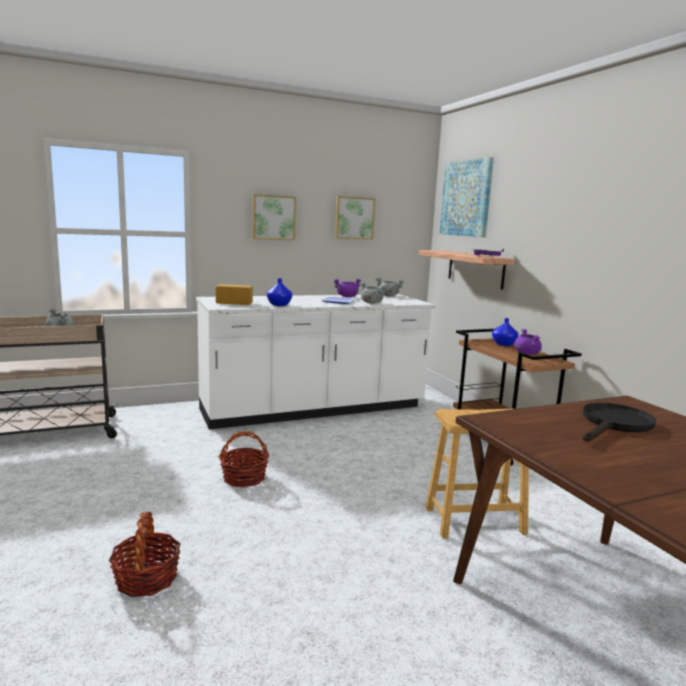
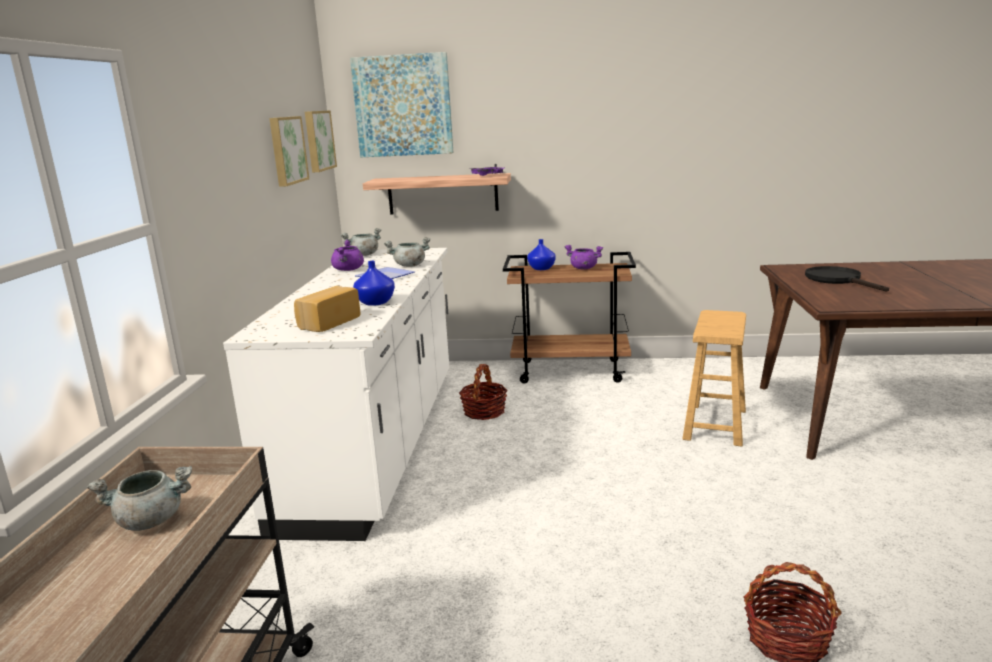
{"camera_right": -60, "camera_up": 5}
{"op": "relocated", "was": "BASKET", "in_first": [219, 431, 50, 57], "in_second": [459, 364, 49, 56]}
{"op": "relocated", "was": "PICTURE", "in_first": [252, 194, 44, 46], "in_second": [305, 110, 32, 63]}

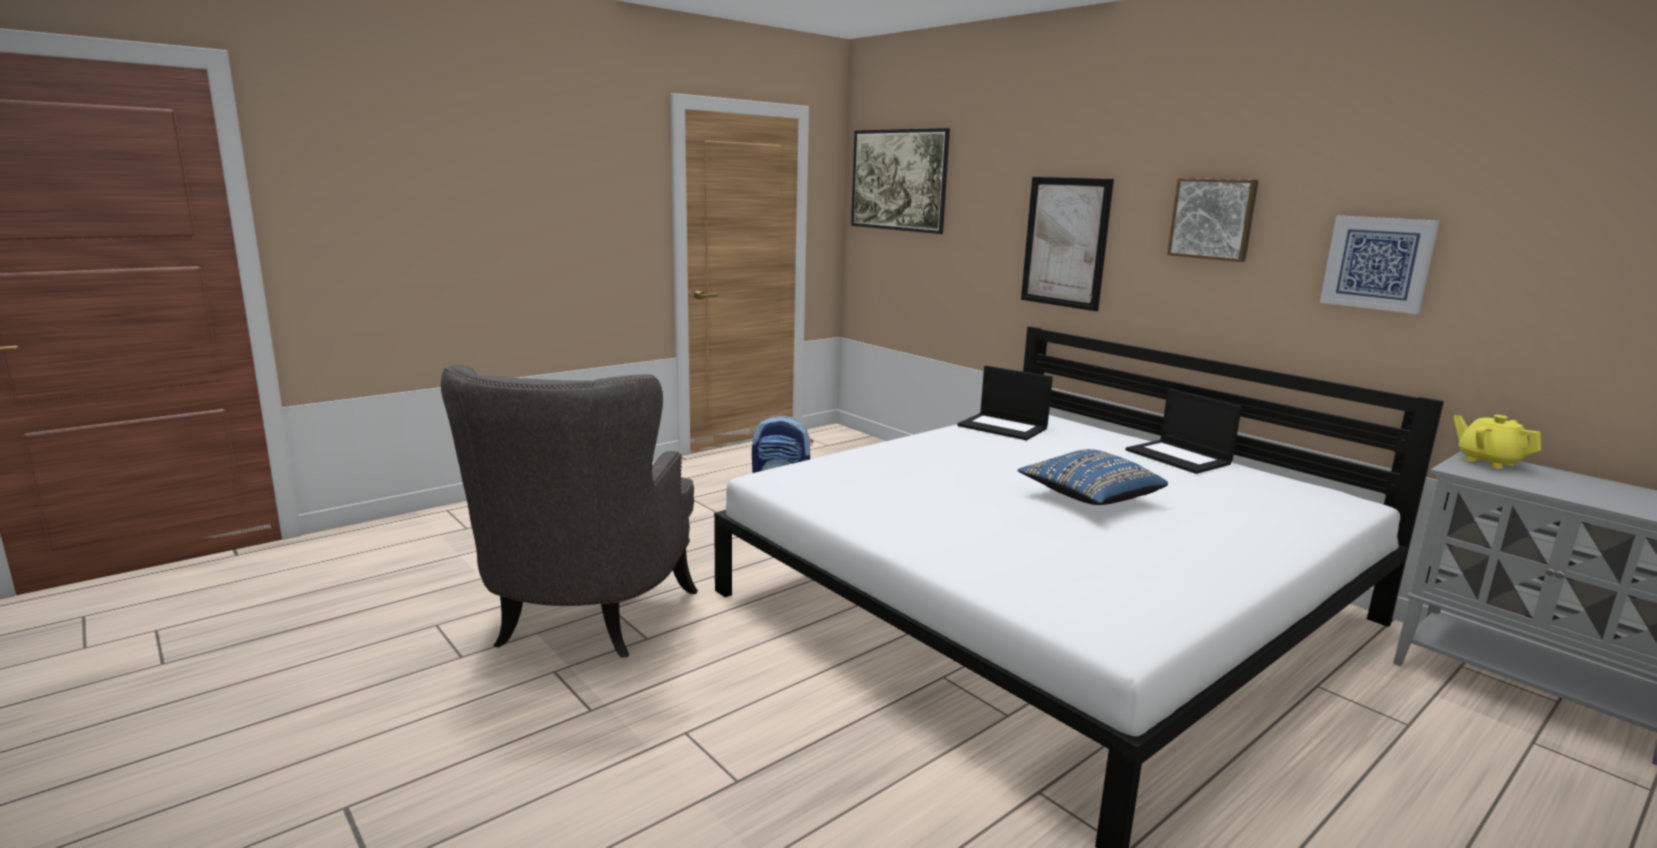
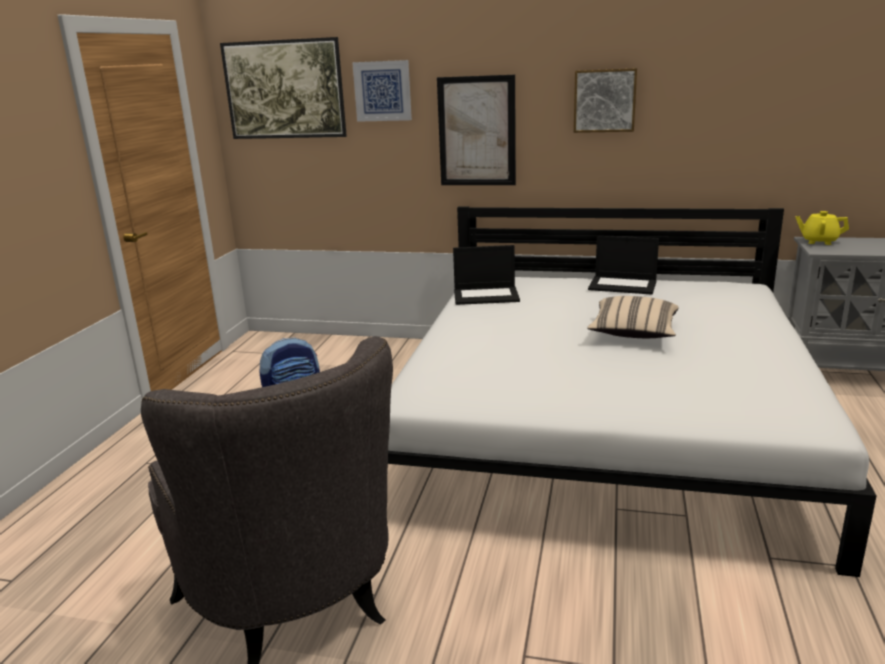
{"camera_right": -35, "camera_up": 5}
{"op": "colour", "was": "BLUE PILLOW", "now": "BEIGE PILLOW", "in_first": [1018, 449, 150, 56], "in_second": [587, 296, 92, 42]}
{"op": "relocated", "was": "PICTURE", "in_first": [1320, 216, 120, 98], "in_second": [352, 60, 60, 62]}

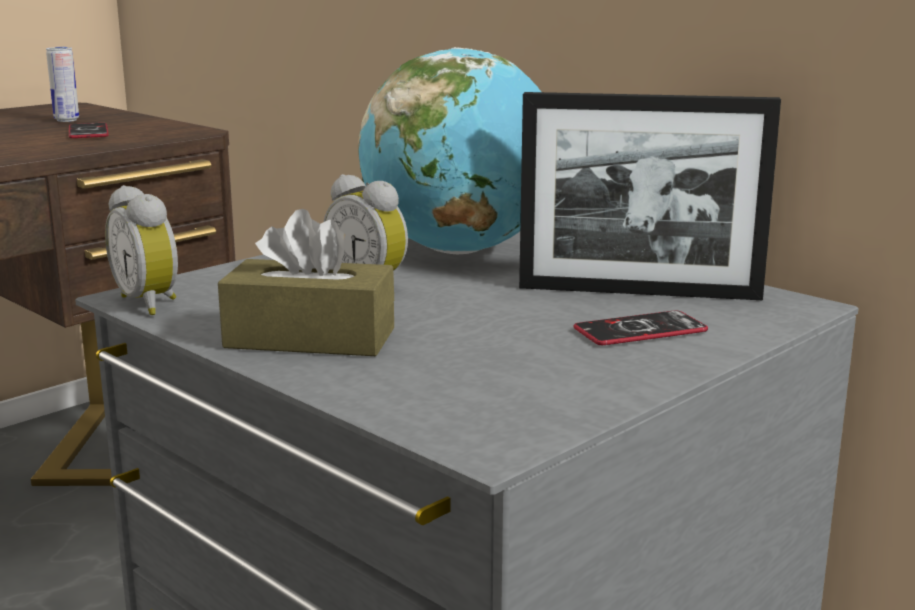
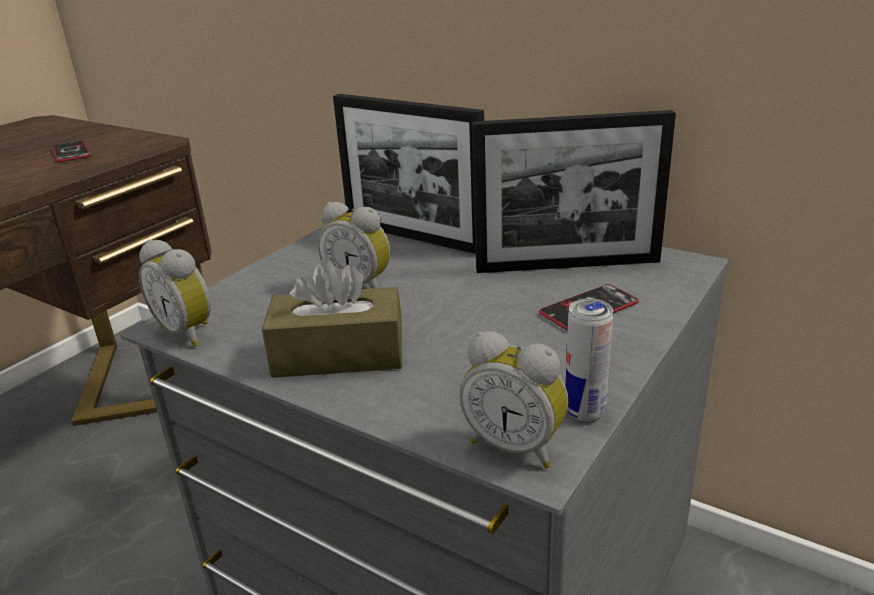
{"camera_right": -10, "camera_up": 10}
{"op": "relocated", "was": "METAL CAN", "in_first": [46, 47, 33, 75], "in_second": [565, 299, 48, 122]}
{"op": "exchanged", "was": "WORLD GLOBE", "now": "PICTURE FRAME", "in_first": [358, 47, 183, 207], "in_second": [333, 94, 151, 160]}
{"op": "appeared", "now": "BEDSIDE CLOCK", "in_second": [459, 331, 109, 137]}

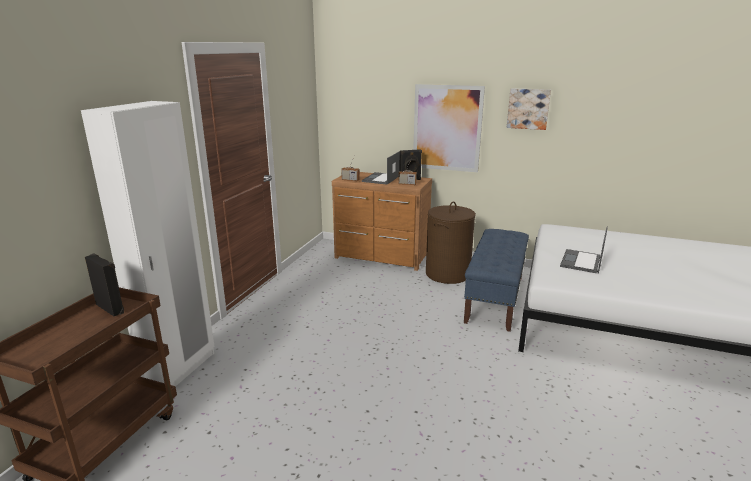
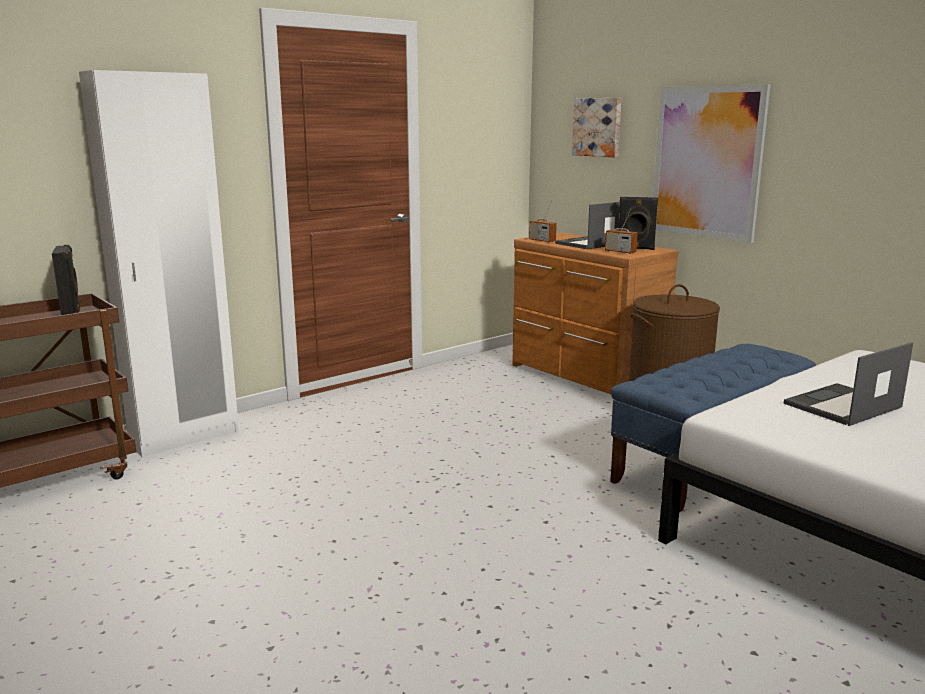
{"camera_right": 30, "camera_up": -5}
{"op": "relocated", "was": "PICTURE", "in_first": [507, 88, 44, 42], "in_second": [572, 98, 49, 59]}

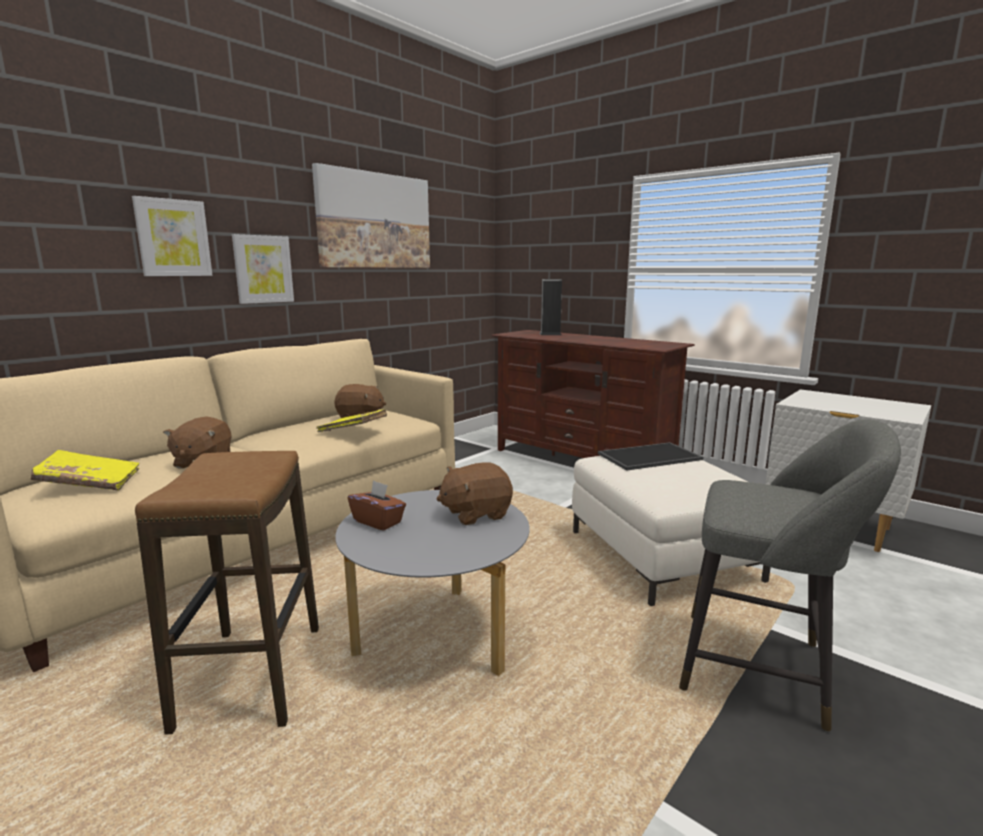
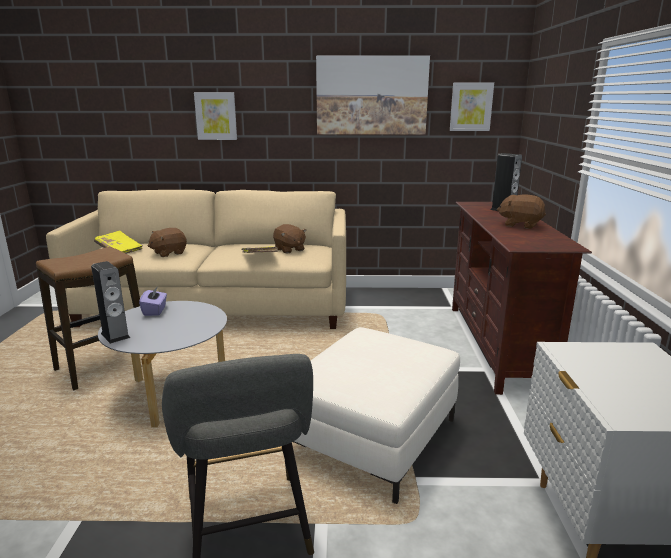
{"camera_right": 50, "camera_up": 5}
{"op": "relocated", "was": "PICTURE", "in_first": [232, 234, 62, 70], "in_second": [450, 83, 44, 48]}
{"op": "colour", "was": "BROWN TISSUE HOLDER", "now": "PURPLISH TISSUE HOLDER", "in_first": [348, 480, 58, 51], "in_second": [139, 286, 28, 30]}
{"op": "relocated", "was": "BROWN PLUSH TOY", "in_first": [437, 463, 76, 62], "in_second": [497, 194, 49, 35]}
{"op": "missing", "was": "CARRYING TRAY", "in_first": [598, 442, 105, 29]}
{"op": "appeared", "now": "SPEAKER", "in_second": [91, 261, 39, 83]}

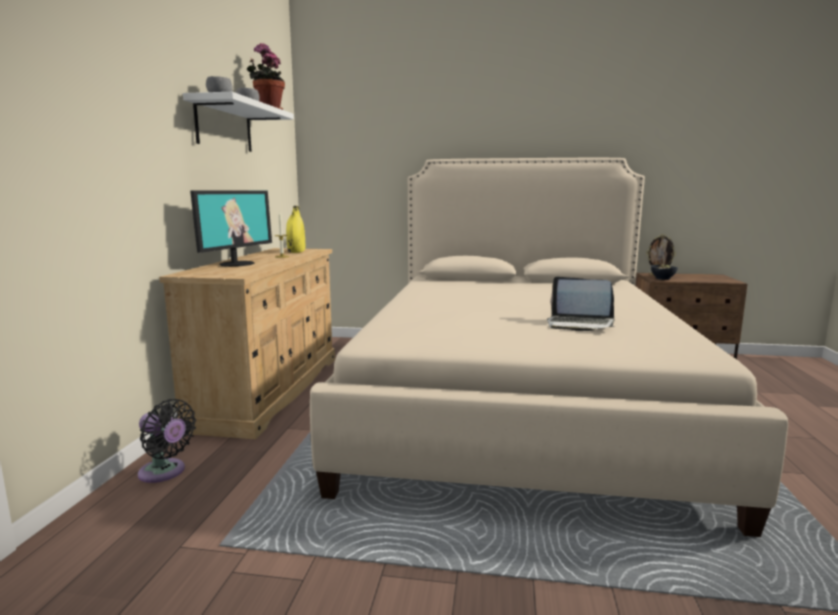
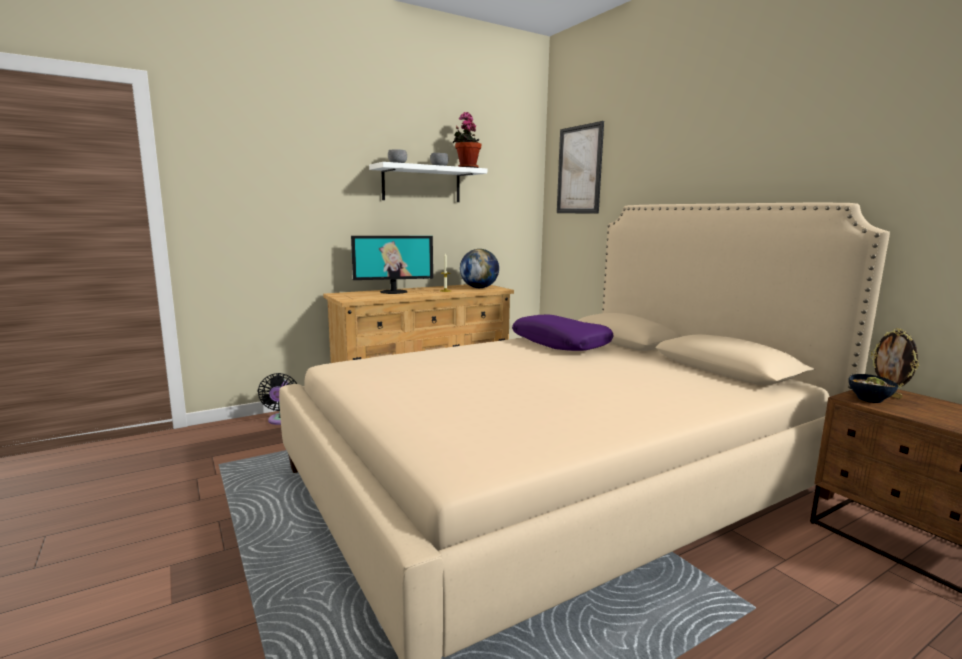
{"camera_right": 50, "camera_up": 0}
{"op": "exchanged", "was": "YELLOW-COLOURED FLOWER VASE", "now": "WORLD GLOBE", "in_first": [286, 206, 19, 47], "in_second": [460, 249, 39, 39]}
{"op": "missing", "was": "PORTABLE COMPUTER", "in_first": [547, 277, 68, 54]}
{"op": "appeared", "now": "PURPLISH PILLOW", "in_second": [512, 315, 102, 36]}
{"op": "appeared", "now": "PICTURE", "in_second": [557, 121, 47, 93]}

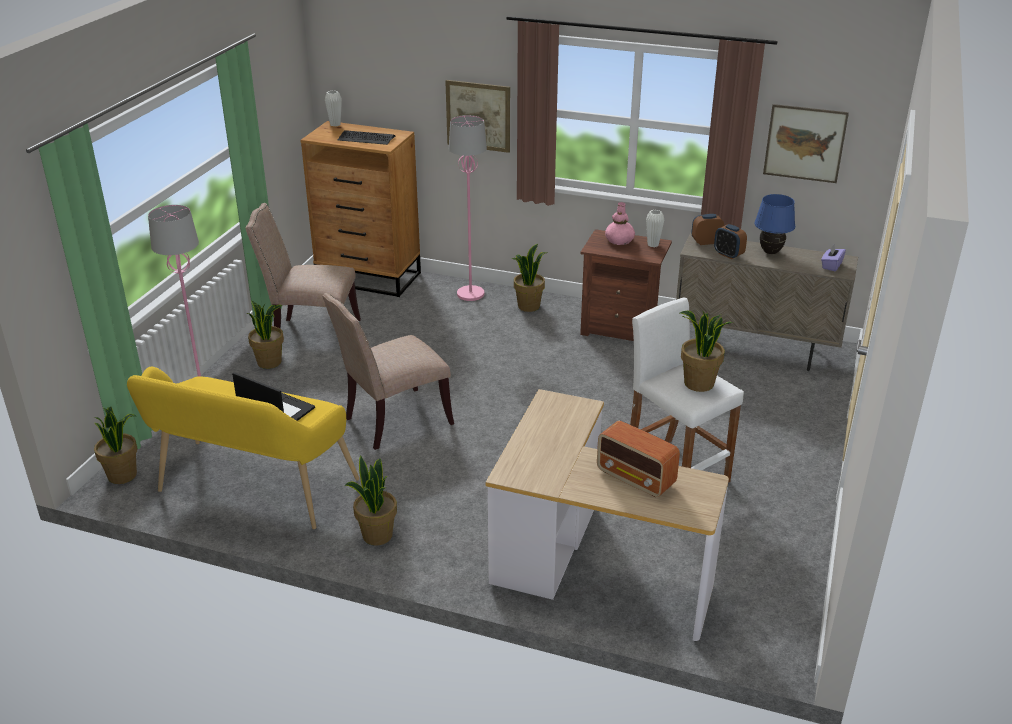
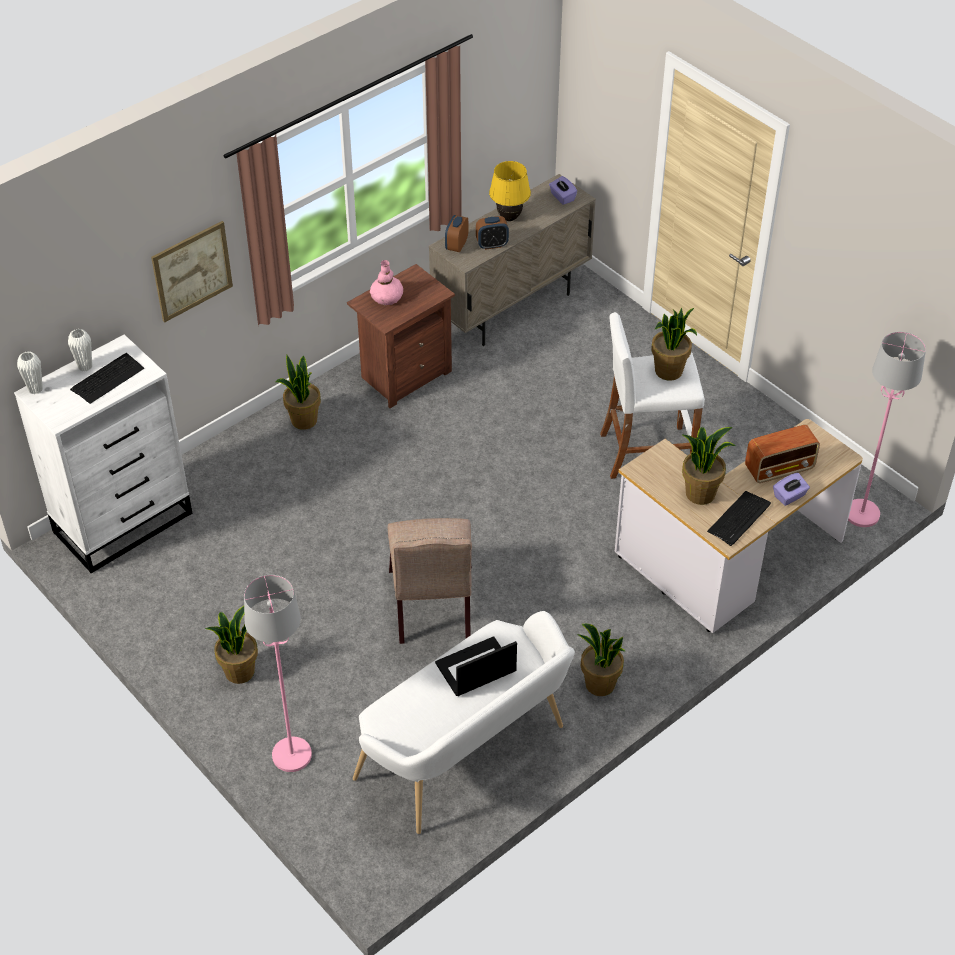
{"camera_right": -60, "camera_up": 15}
{"op": "relocated", "was": "HOUSEPLANT", "in_first": [94, 407, 44, 77], "in_second": [682, 427, 54, 78]}
{"op": "colour", "was": "YELLOW-COLOURED BENCH", "now": "WHITE BENCH", "in_first": [127, 367, 232, 162], "in_second": [353, 611, 222, 223]}
{"op": "missing", "was": "BEIGE UPRIGHT CHAIR", "in_first": [246, 203, 115, 125]}
{"op": "colour", "was": "BROWN DRAWER CHEST", "now": "WHITE DRAWER CHEST", "in_first": [300, 121, 121, 176], "in_second": [14, 334, 179, 240]}
{"op": "relocated", "was": "PINKISH FLOOR LAMP", "in_first": [449, 115, 38, 186], "in_second": [848, 332, 78, 195]}
{"op": "relocated", "was": "WHITE FLOWER VASE", "in_first": [646, 210, 18, 37], "in_second": [68, 329, 24, 43]}
{"op": "colour", "was": "BLUE LAMP FOR A TABLE", "now": "YELLOW-COLOURED LAMP FOR A TABLE", "in_first": [754, 194, 41, 60], "in_second": [489, 161, 42, 60]}
{"op": "missing", "was": "PICTURE", "in_first": [763, 104, 86, 79]}
{"op": "appeared", "now": "KEYBOARD", "in_second": [707, 491, 64, 55]}
{"op": "appeared", "now": "PURPLISH TISSUE HOLDER", "in_second": [773, 473, 37, 33]}

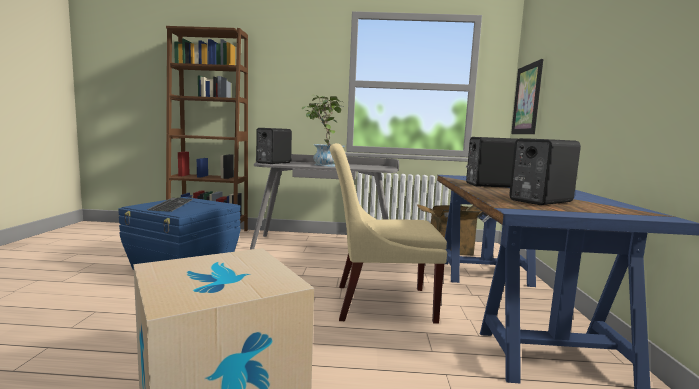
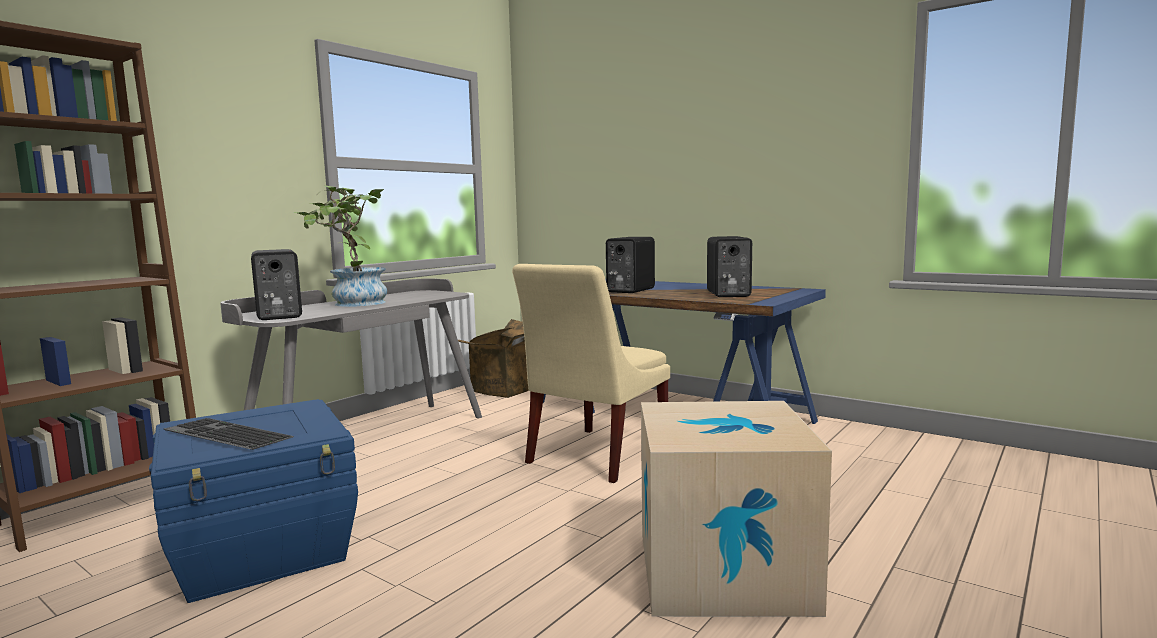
{"camera_right": -55, "camera_up": 0}
{"op": "missing", "was": "PICTURE", "in_first": [511, 59, 32, 75]}

